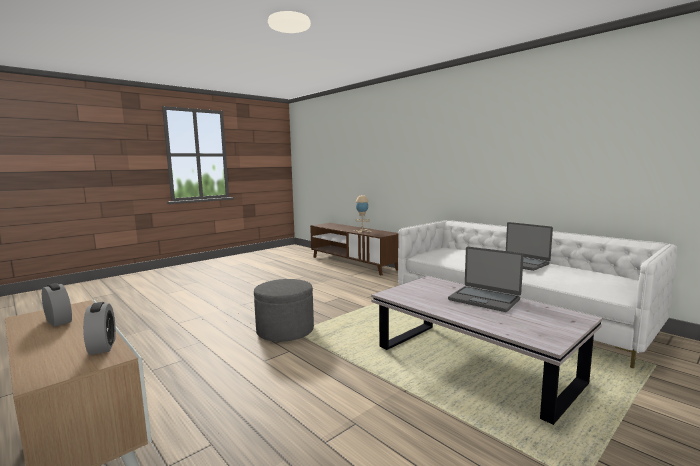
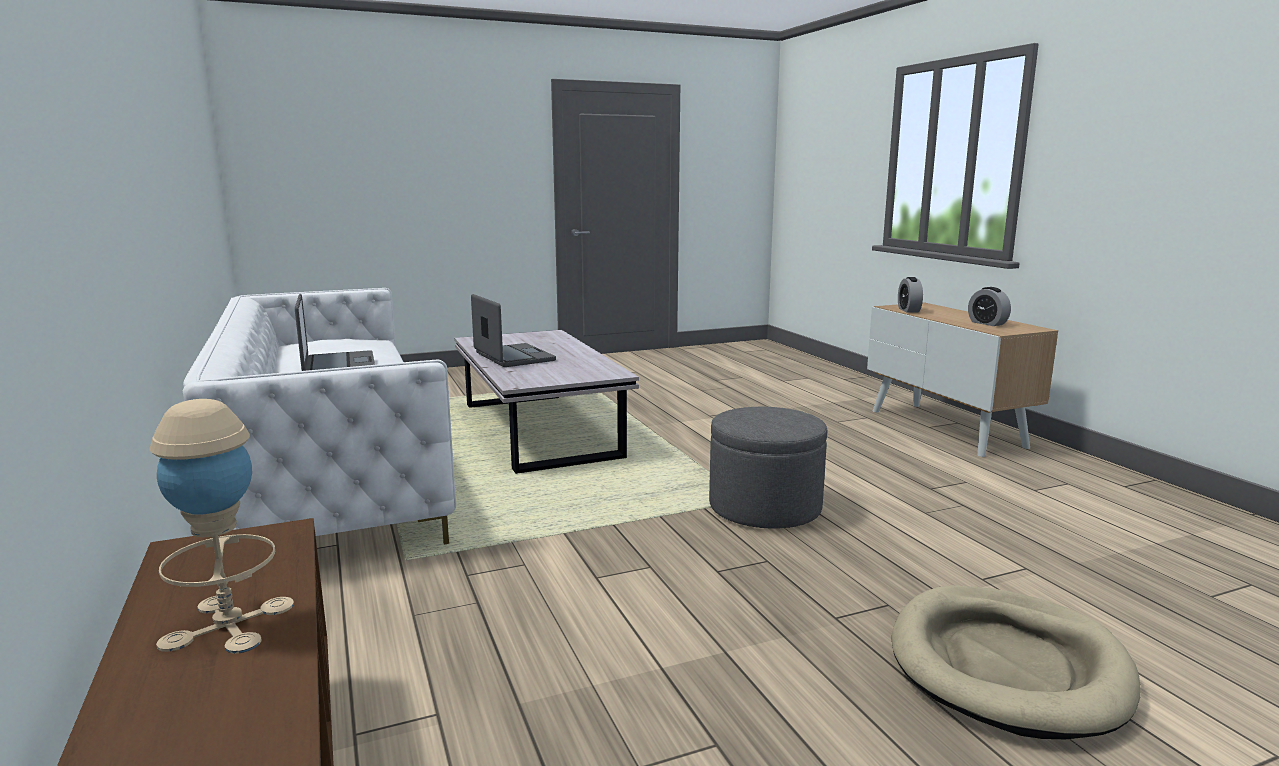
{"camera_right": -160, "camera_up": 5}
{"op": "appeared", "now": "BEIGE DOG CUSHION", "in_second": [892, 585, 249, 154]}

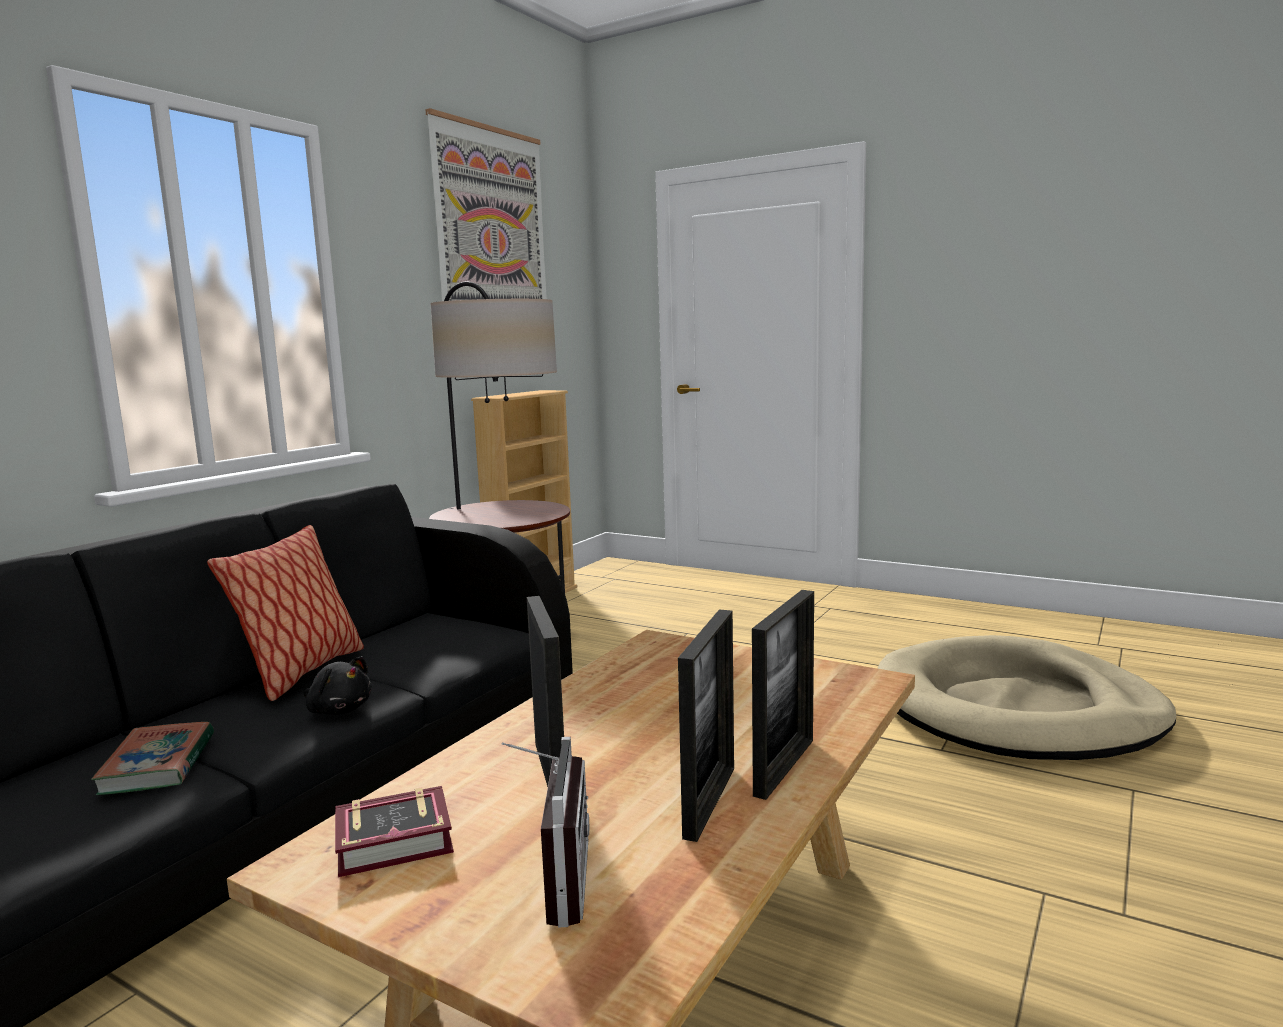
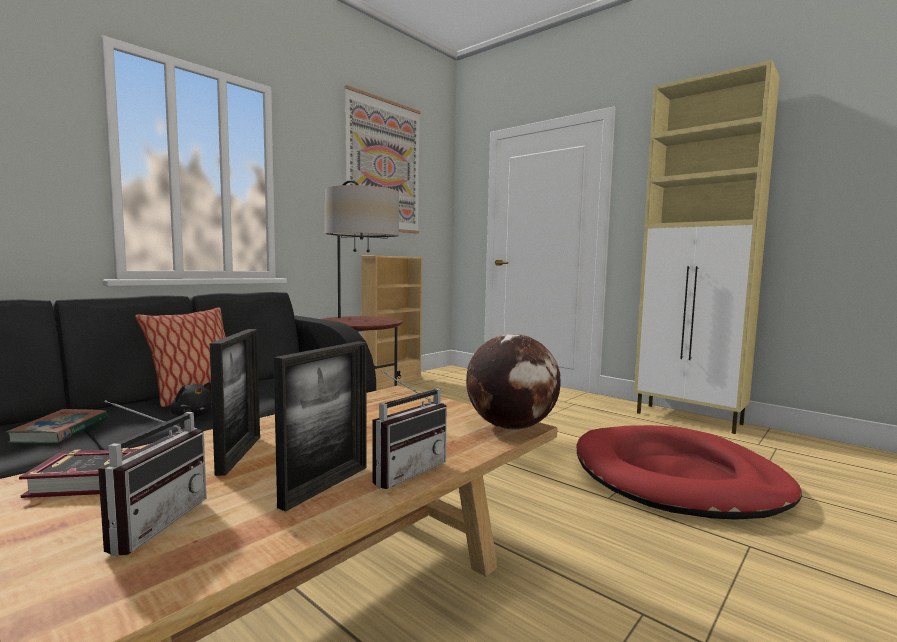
{"camera_right": 10, "camera_up": -5}
{"op": "exchanged", "was": "PICTURE FRAME", "now": "RADIO SET", "in_first": [752, 590, 62, 210], "in_second": [372, 371, 75, 118]}
{"op": "colour", "was": "BEIGE DOG CUSHION", "now": "RED DOG CUSHION", "in_first": [877, 635, 299, 125], "in_second": [577, 425, 225, 95]}
{"op": "appeared", "now": "WORLD GLOBE", "in_second": [466, 334, 95, 96]}
{"op": "appeared", "now": "BEIGE CABINET", "in_second": [634, 60, 146, 374]}

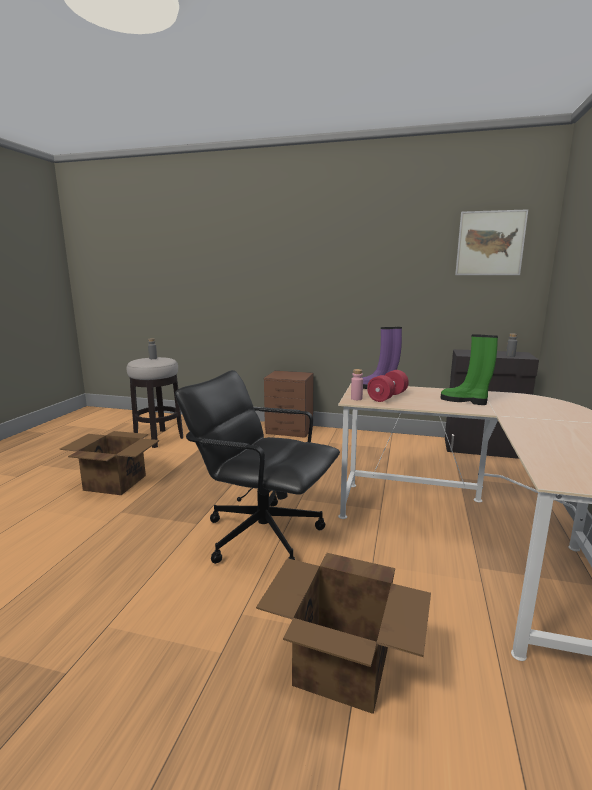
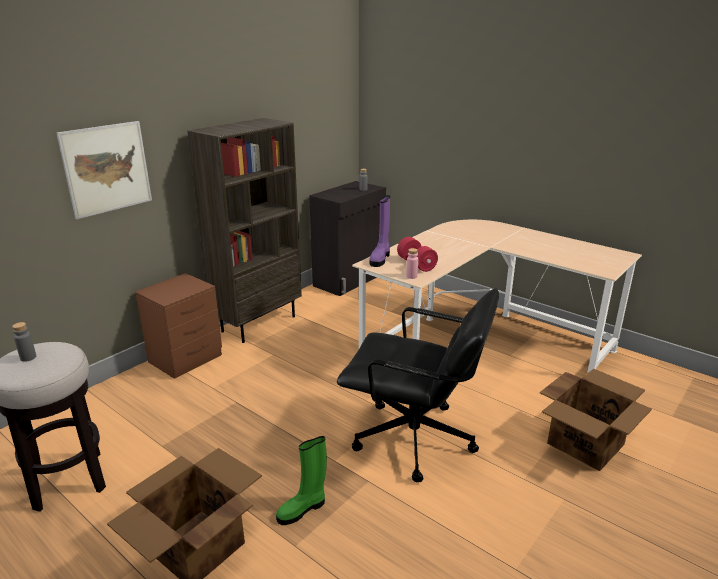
{"camera_right": -65, "camera_up": 10}
{"op": "spun", "was": "BLACK-COLOURED OFFICE CHAIR", "in_first": [175, 370, 165, 194], "in_second": [337, 289, 162, 193], "clockwise": -120}
{"op": "relocated", "was": "GREENISH TALL BOOT", "in_first": [440, 334, 58, 71], "in_second": [276, 436, 51, 89]}
{"op": "relocated", "was": "PICTURE", "in_first": [455, 209, 73, 66], "in_second": [57, 121, 95, 98]}
{"op": "appeared", "now": "BROWN BOOKSHELF", "in_second": [187, 118, 115, 225]}

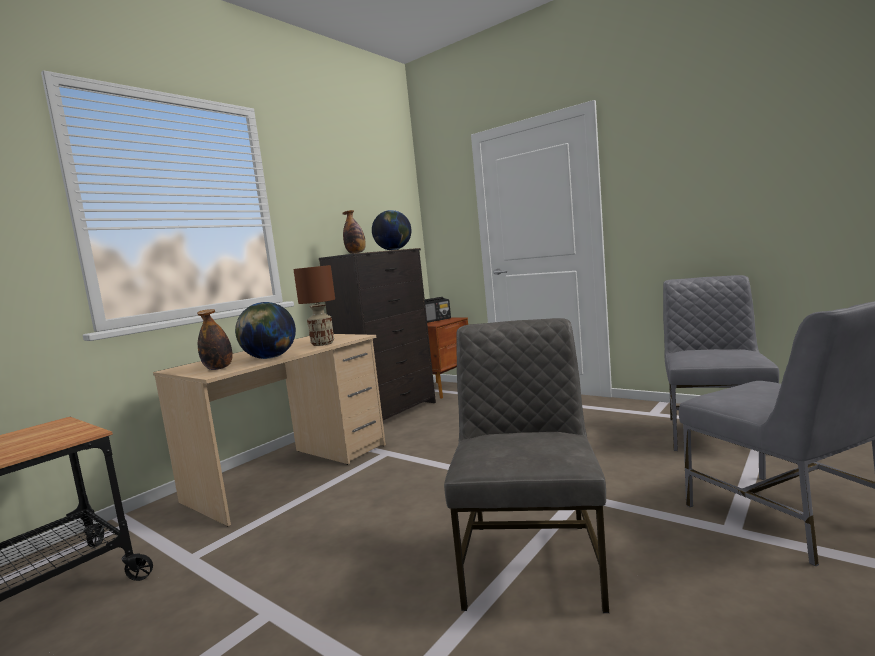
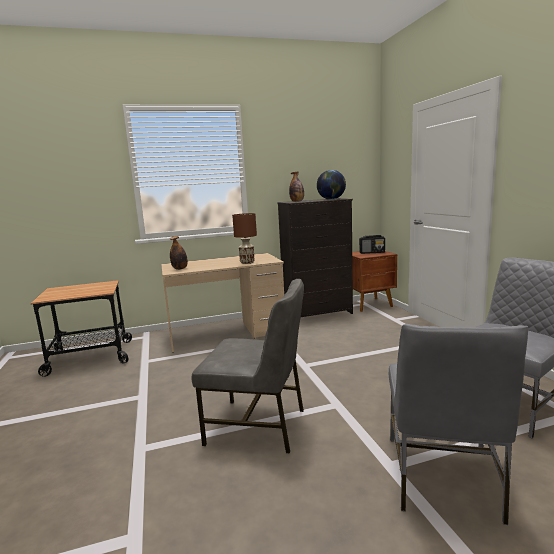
{"camera_right": 35, "camera_up": 5}
{"op": "missing", "was": "WORLD GLOBE", "in_first": [235, 302, 61, 57]}
{"op": "spun", "was": "GREY UPRIGHT CHAIR", "in_first": [444, 318, 165, 295], "in_second": [192, 279, 112, 174], "clockwise": 60}

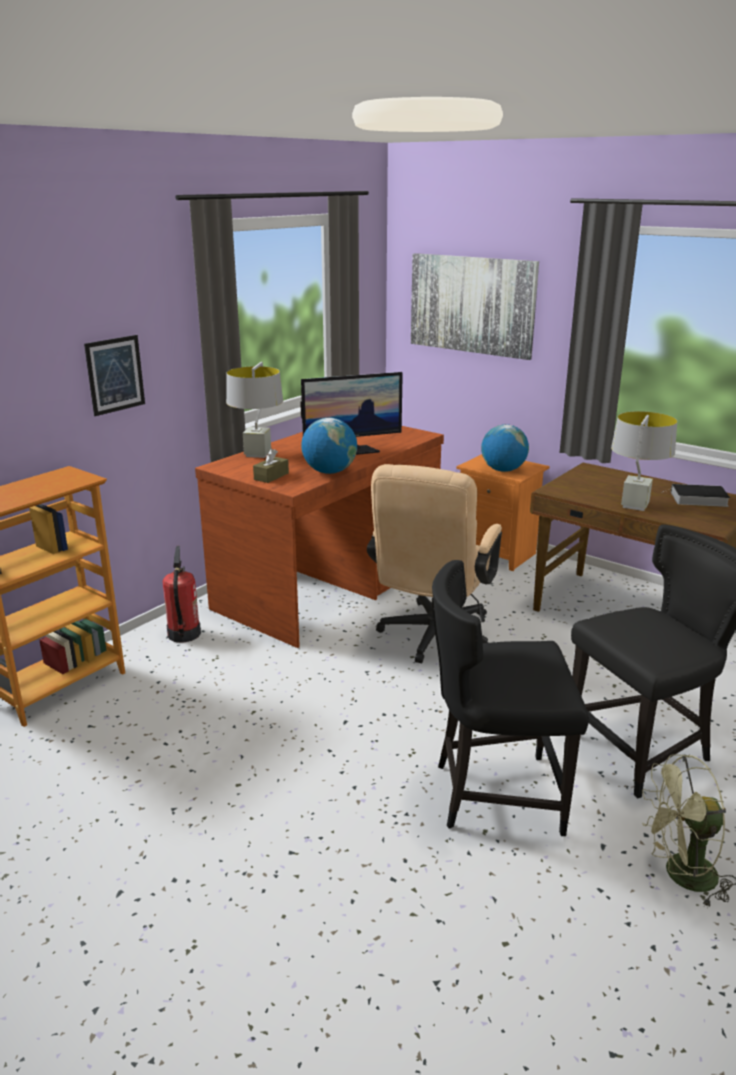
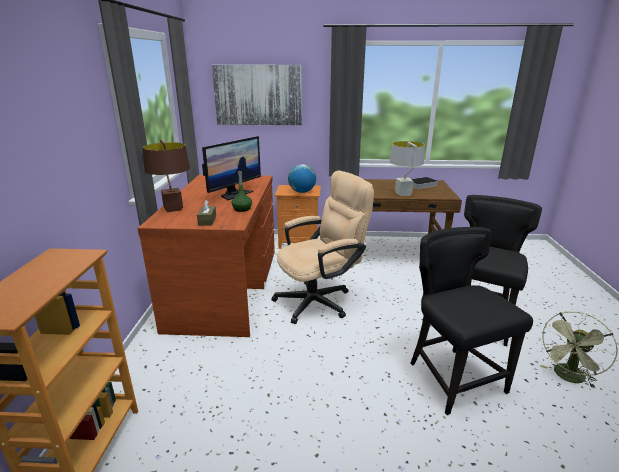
{"camera_right": -35, "camera_up": 0}
{"op": "missing", "was": "PICTURE", "in_first": [84, 335, 61, 81]}
{"op": "missing", "was": "FIRE EXTINGUISHER", "in_first": [163, 546, 38, 97]}
{"op": "colour", "was": "GREY LAMP FOR A TABLE", "now": "BROWN LAMP FOR A TABLE", "in_first": [226, 362, 57, 96], "in_second": [143, 139, 47, 73]}
{"op": "exchanged", "was": "WORLD GLOBE", "now": "GREENISH BEVERAGE BOTTLE", "in_first": [301, 418, 56, 56], "in_second": [232, 171, 20, 41]}
{"op": "spun", "was": "BEIGE OFFICE CHAIR", "in_first": [367, 464, 135, 199], "in_second": [271, 170, 103, 154], "clockwise": -105}
{"op": "spun", "was": "BLACK-COLOURED UPRIGHT CHAIR", "in_first": [432, 560, 157, 276], "in_second": [410, 227, 123, 188], "clockwise": 105}

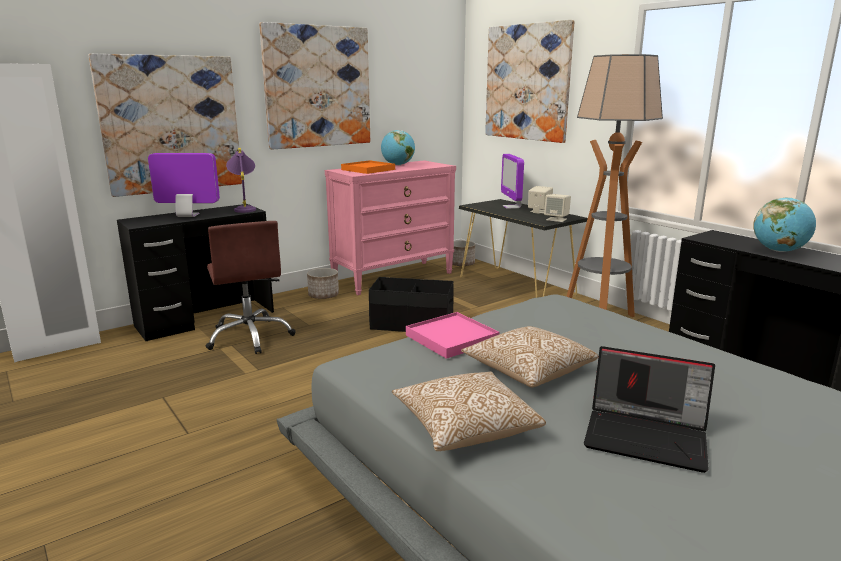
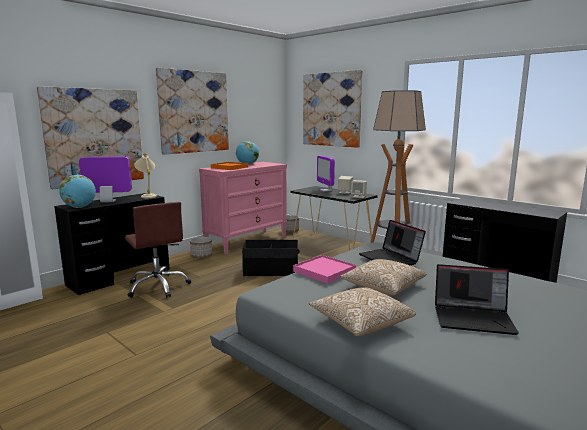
{"camera_right": -10, "camera_up": -5}
{"op": "colour", "was": "PURPLISH LAMP FOR A TABLE", "now": "BEIGE LAMP FOR A TABLE", "in_first": [226, 148, 30, 65], "in_second": [134, 153, 23, 45]}
{"op": "relocated", "was": "WORLD GLOBE", "in_first": [753, 197, 63, 55], "in_second": [59, 175, 37, 33]}
{"op": "appeared", "now": "PORTABLE COMPUTER", "in_second": [359, 220, 67, 45]}

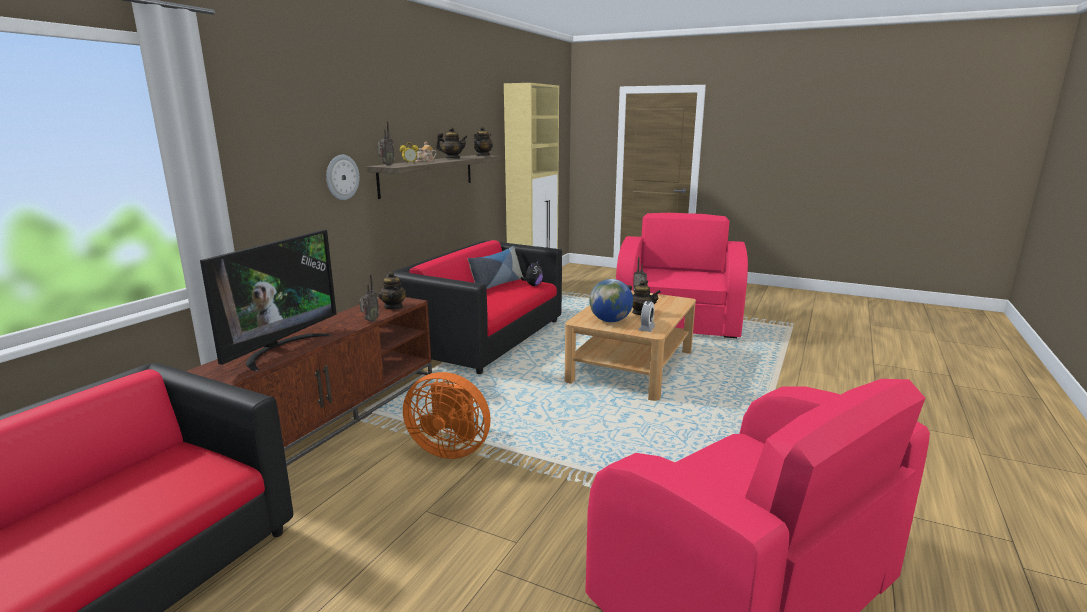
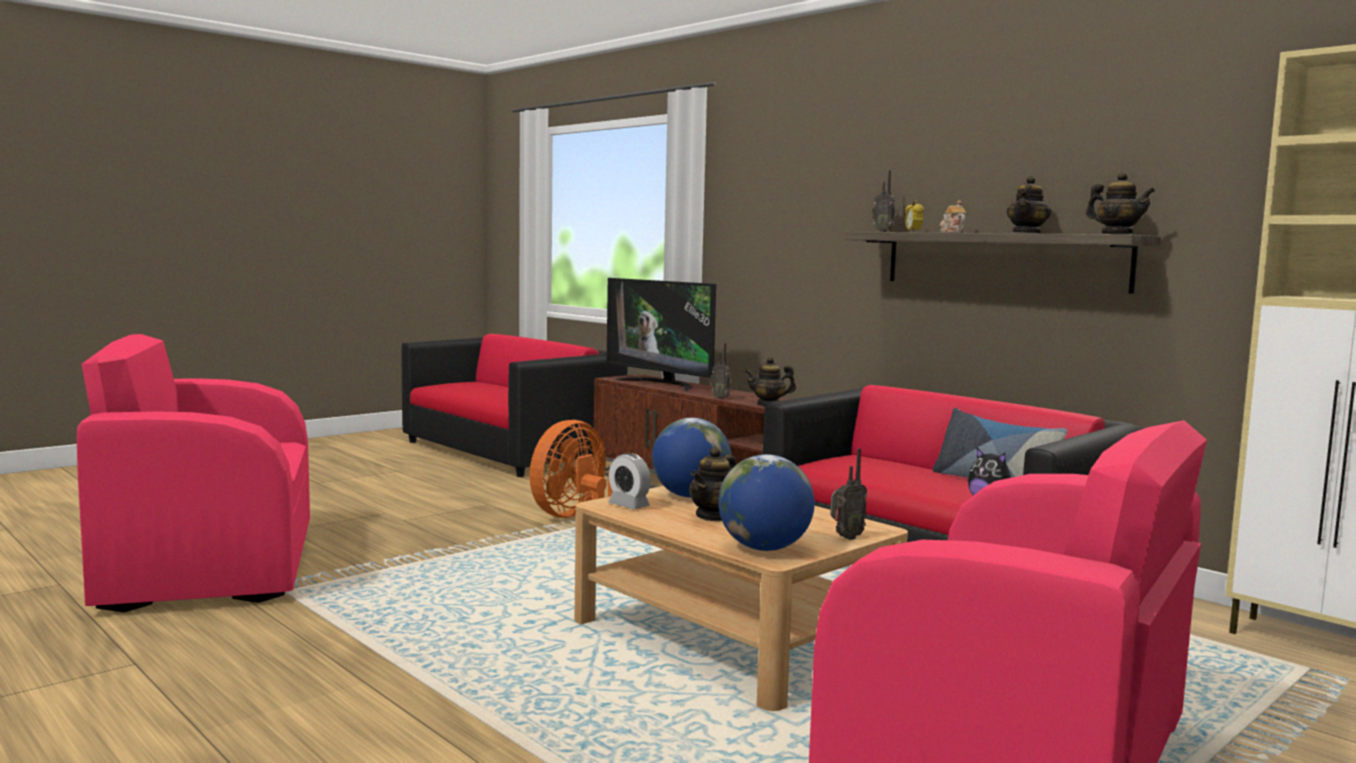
{"camera_right": 110, "camera_up": -10}
{"op": "missing", "was": "WALL CLOCK", "in_first": [326, 155, 33, 45]}
{"op": "appeared", "now": "WORLD GLOBE", "in_second": [718, 454, 97, 97]}

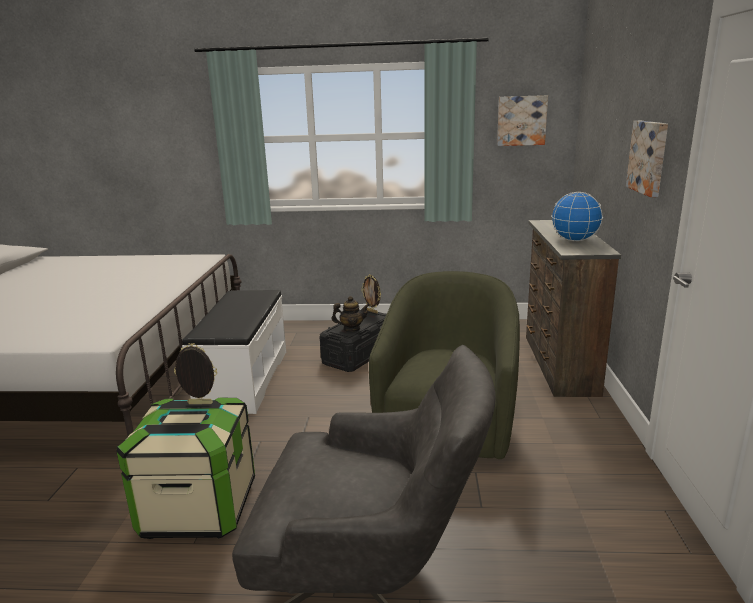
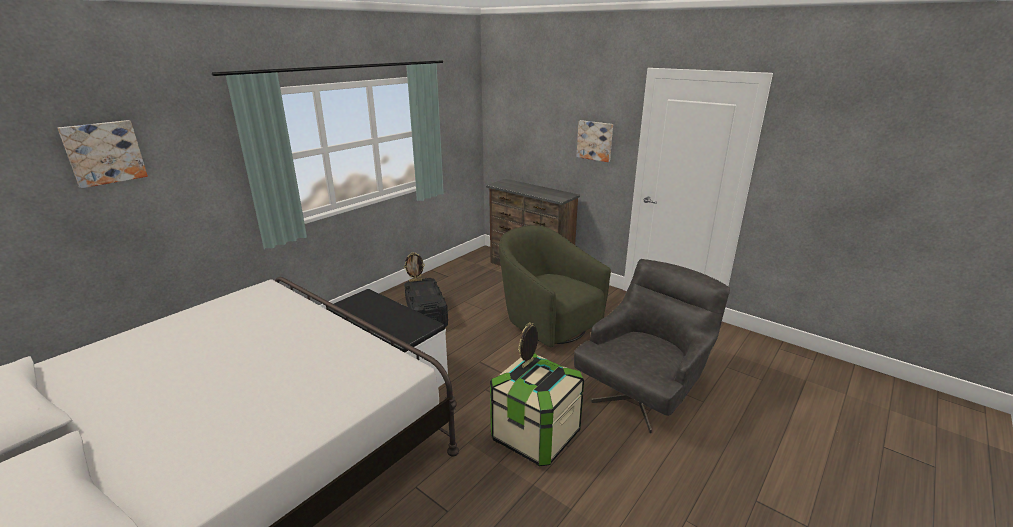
{"camera_right": -55, "camera_up": 5}
{"op": "missing", "was": "POT FOR TEA", "in_first": [332, 296, 38, 36]}
{"op": "relocated", "was": "PICTURE", "in_first": [497, 95, 51, 51], "in_second": [58, 120, 90, 68]}
{"op": "missing", "was": "WORLD GLOBE", "in_first": [551, 192, 52, 49]}

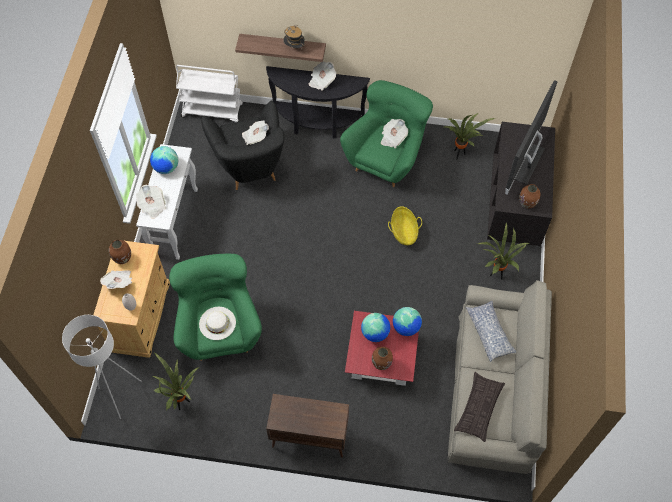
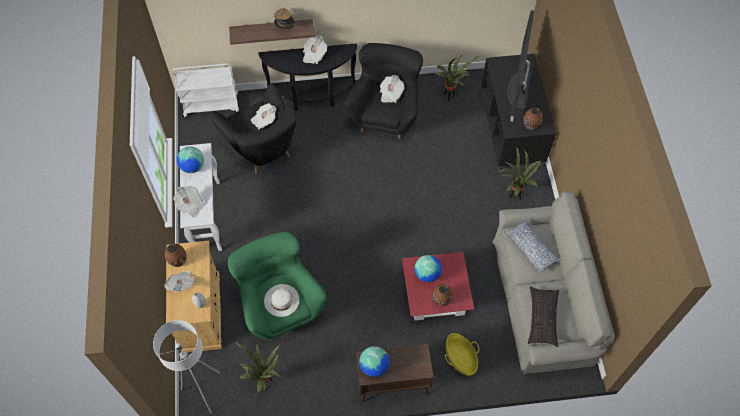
{"camera_right": -15, "camera_up": 0}
{"op": "colour", "was": "GREENISH EASY CHAIR", "now": "BLACK-COLOURED EASY CHAIR", "in_first": [340, 80, 93, 107], "in_second": [345, 43, 78, 96]}
{"op": "relocated", "was": "BASKET", "in_first": [388, 206, 34, 39], "in_second": [445, 333, 34, 43]}
{"op": "relocated", "was": "WORLD GLOBE", "in_first": [393, 307, 29, 29], "in_second": [359, 346, 30, 31]}

